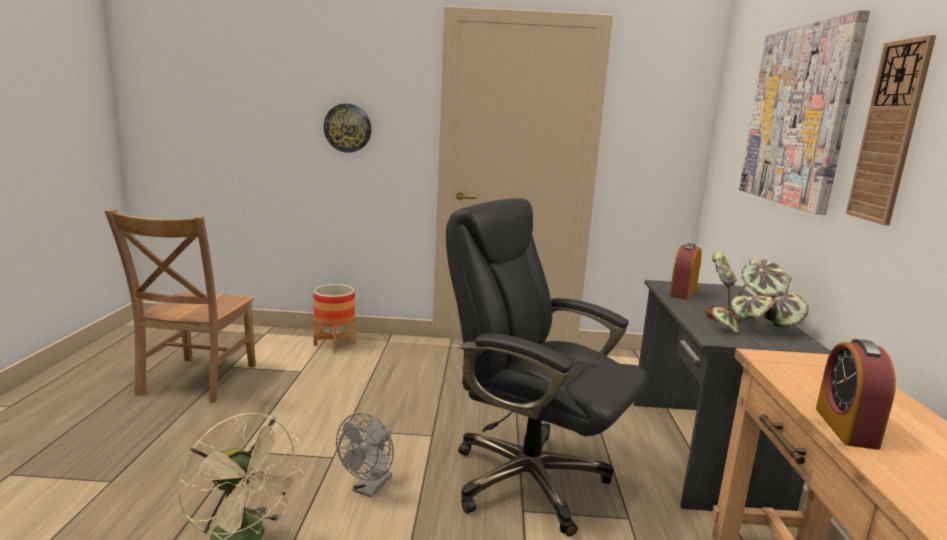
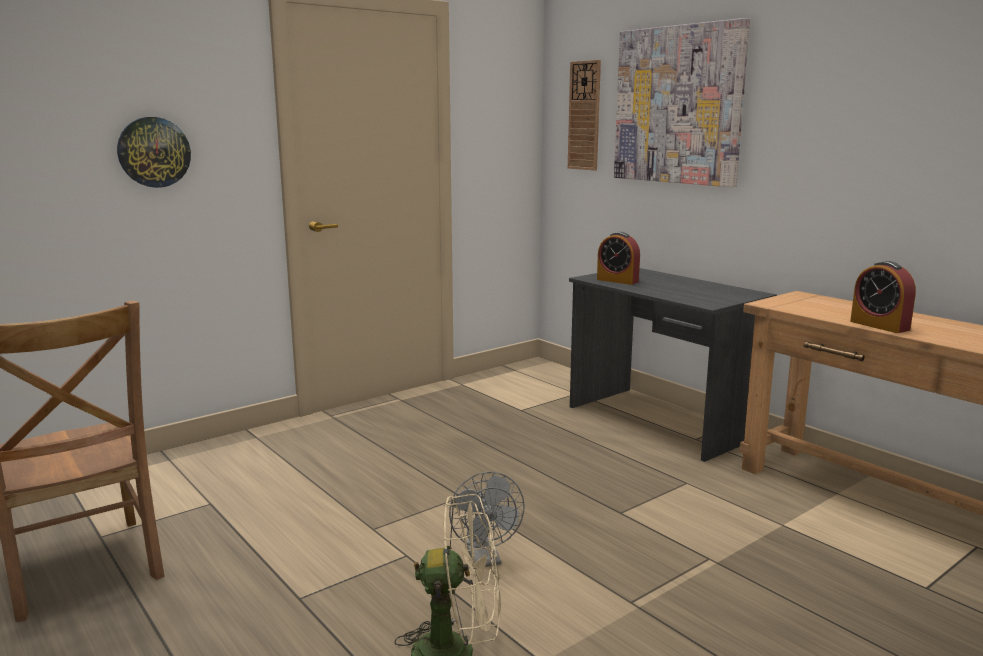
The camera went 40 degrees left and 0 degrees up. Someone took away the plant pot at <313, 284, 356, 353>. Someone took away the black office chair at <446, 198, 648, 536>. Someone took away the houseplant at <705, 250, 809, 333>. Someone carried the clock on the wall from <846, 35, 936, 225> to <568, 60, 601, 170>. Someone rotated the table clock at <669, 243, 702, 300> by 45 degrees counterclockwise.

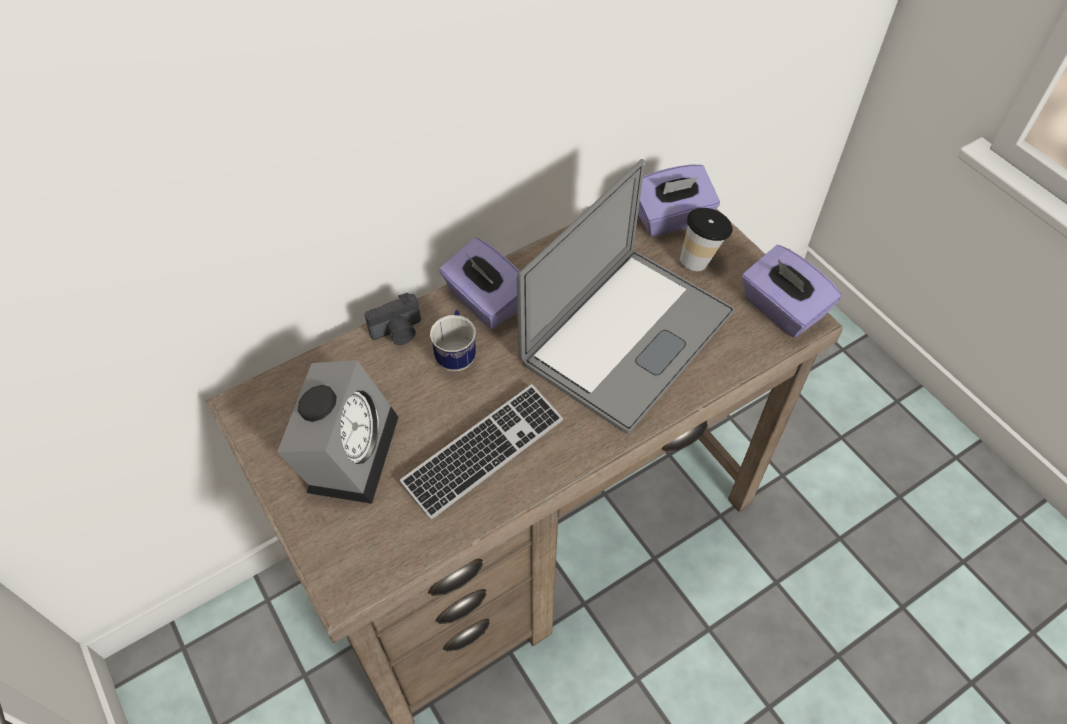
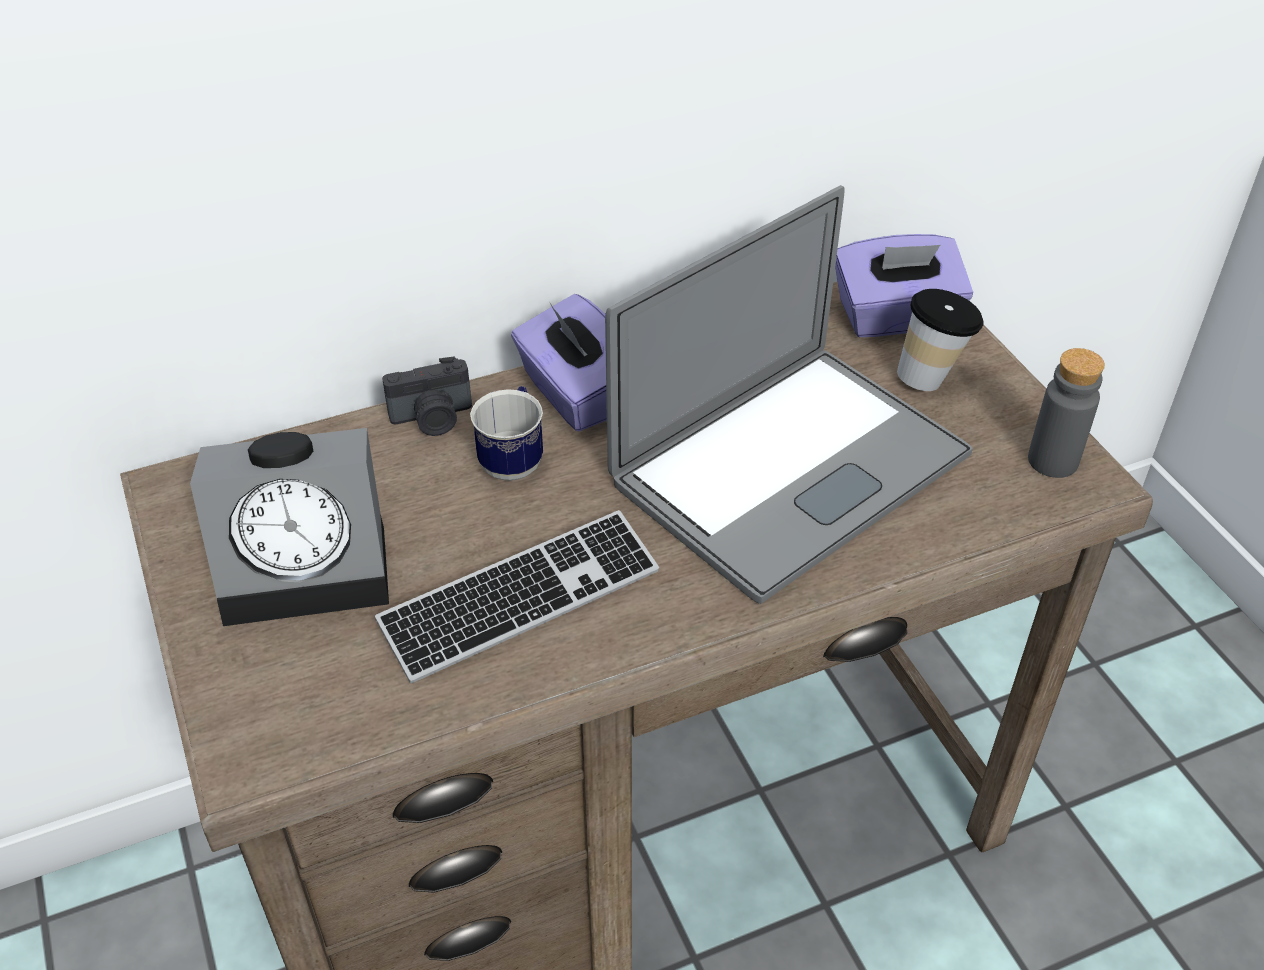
The camera went 10 degrees right and 10 degrees down. Someone swapped the purple-coloured box of tissues at <742, 245, 841, 337> for the greyish beverage bottle at <1028, 348, 1105, 478>. Someone rotated the table clock at <277, 360, 398, 504> by 60 degrees clockwise.

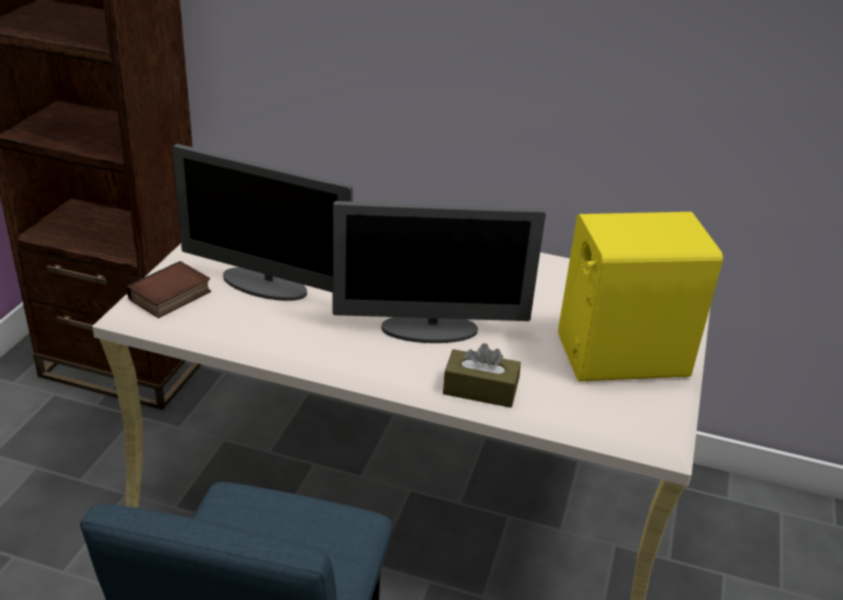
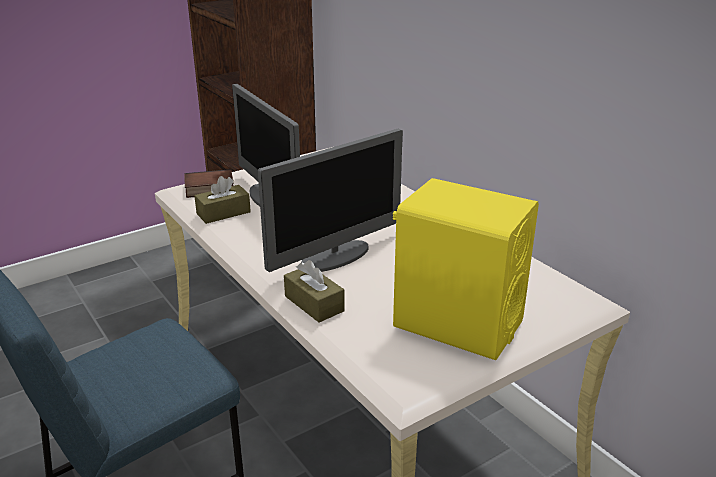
The camera went 40 degrees right and 5 degrees down. Someone put down the brown box of tissues at <194, 176, 251, 224>. Someone rotated the computer screen at <332, 201, 546, 343> by 75 degrees counterclockwise.

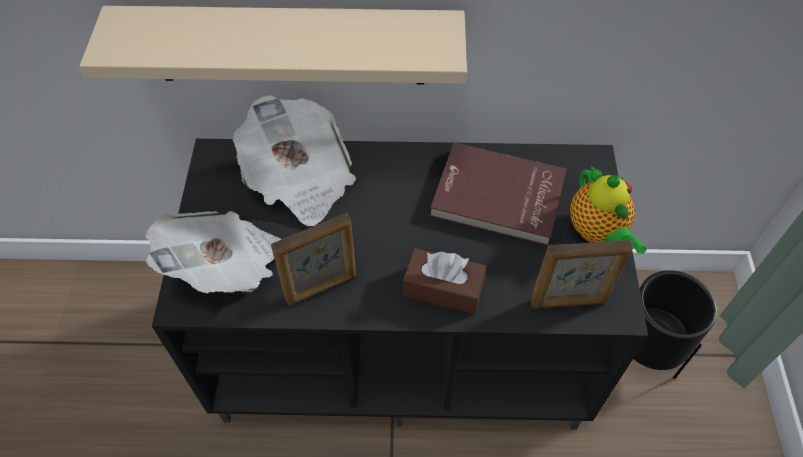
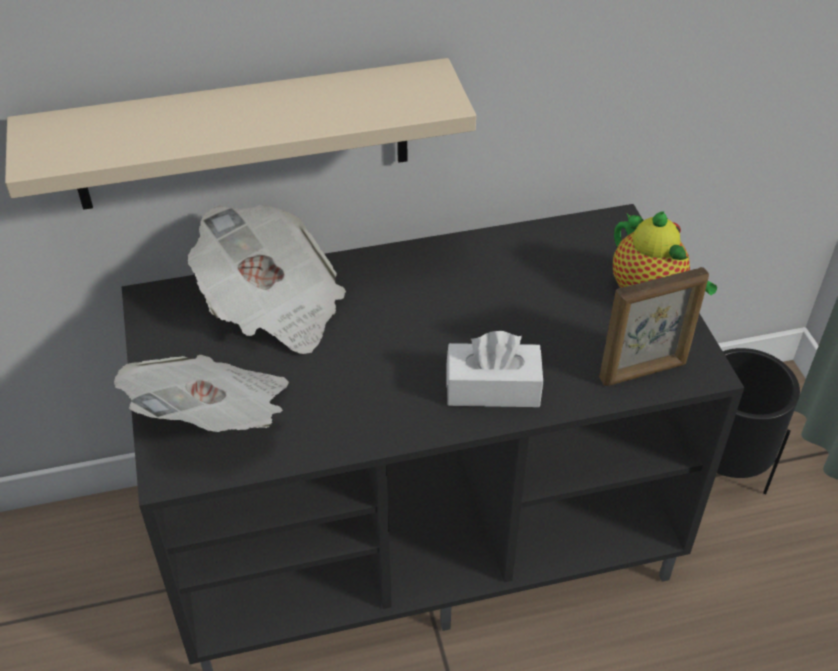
The camera went 15 degrees left and 10 degrees down. Someone took away the standing frame at <271, 213, 356, 306>. Someone took away the reddish bound book at <430, 143, 566, 246>. Someone repainted the brown box of tissues at <403, 248, 486, 314>, which became the white box of tissues at <447, 331, 543, 407>.

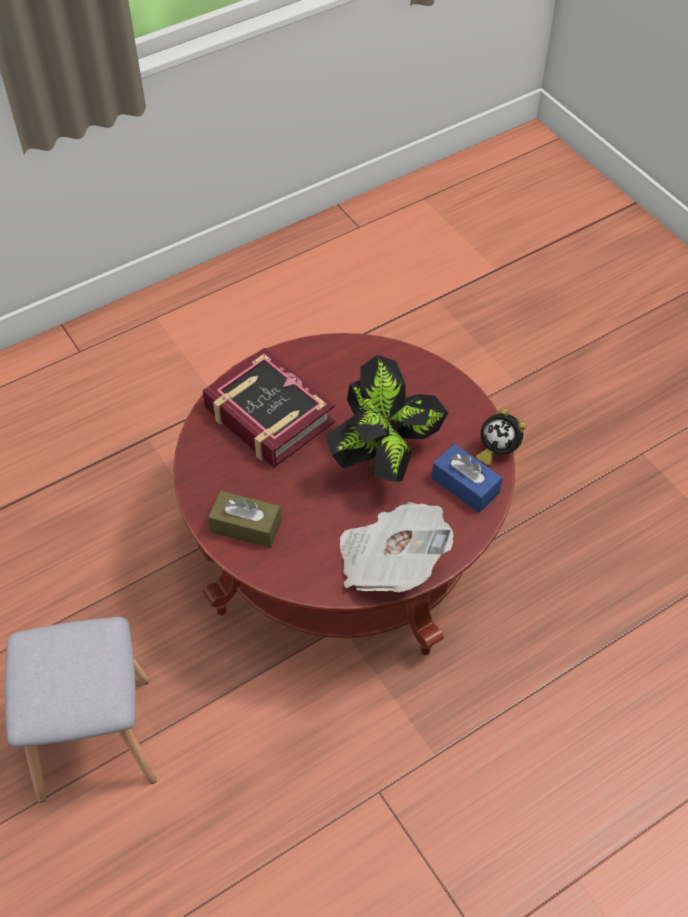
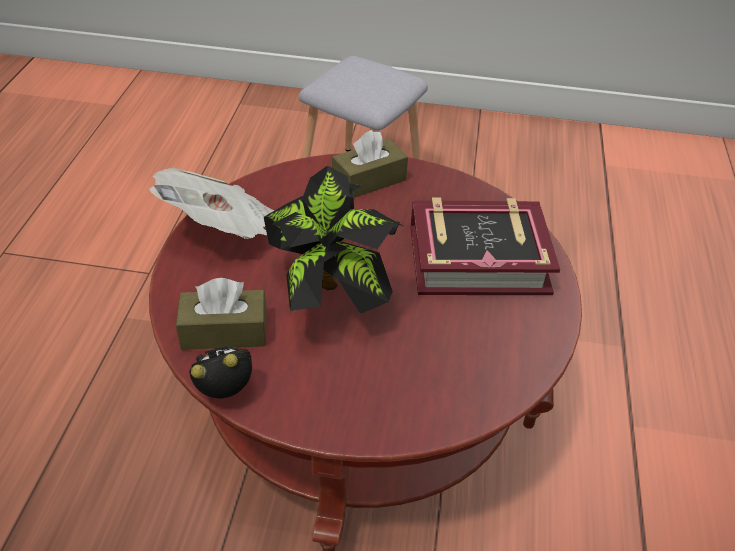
The camera went 130 degrees right and 10 degrees down. Someone repainted the bluish box of tissues at <432, 444, 503, 513>, which became the brown box of tissues at <176, 278, 267, 350>.

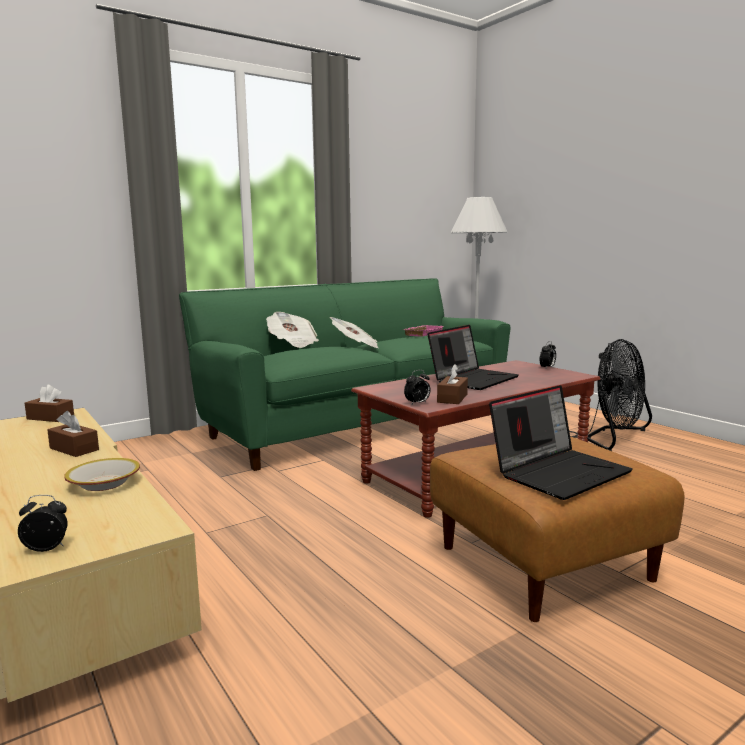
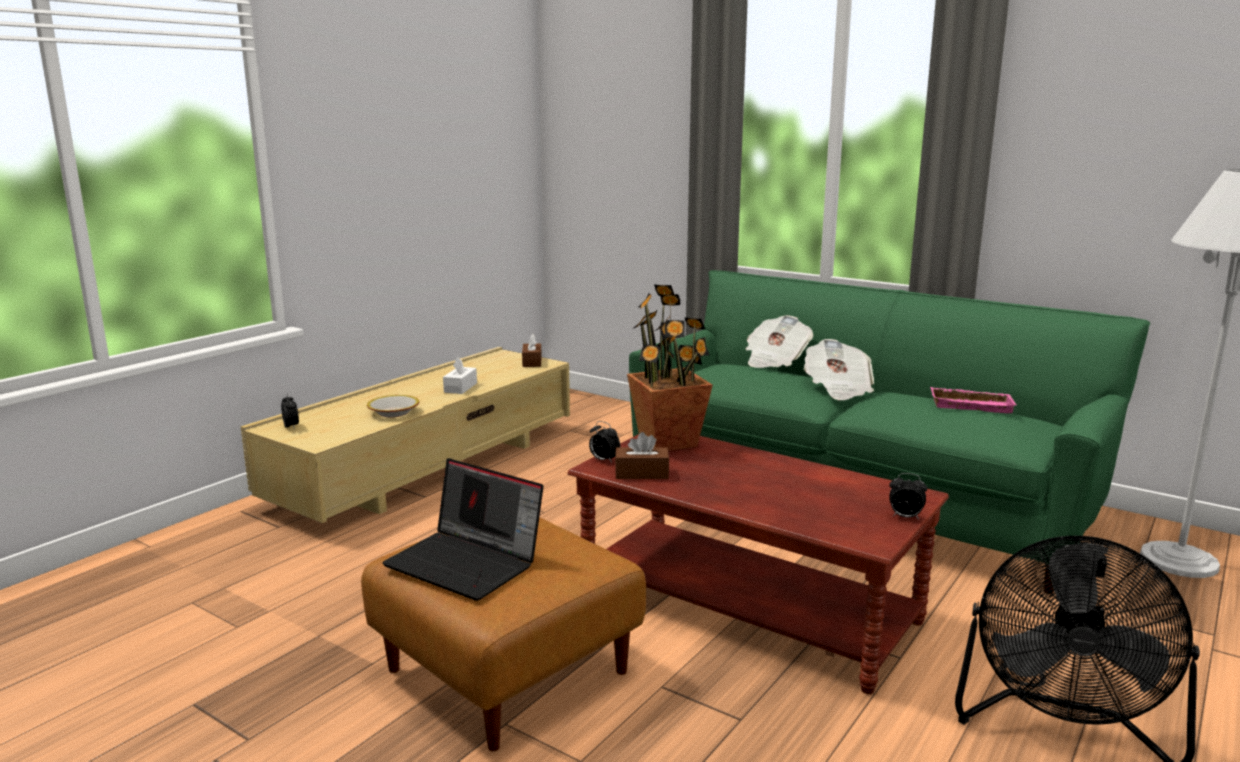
The camera went 70 degrees right and 5 degrees up. Someone took away the portable computer at <428, 325, 519, 390>. Someone put down the houseplant at <627, 284, 713, 451>. Someone repainted the brown box of tissues at <47, 411, 99, 457>, which became the white box of tissues at <443, 357, 477, 394>.

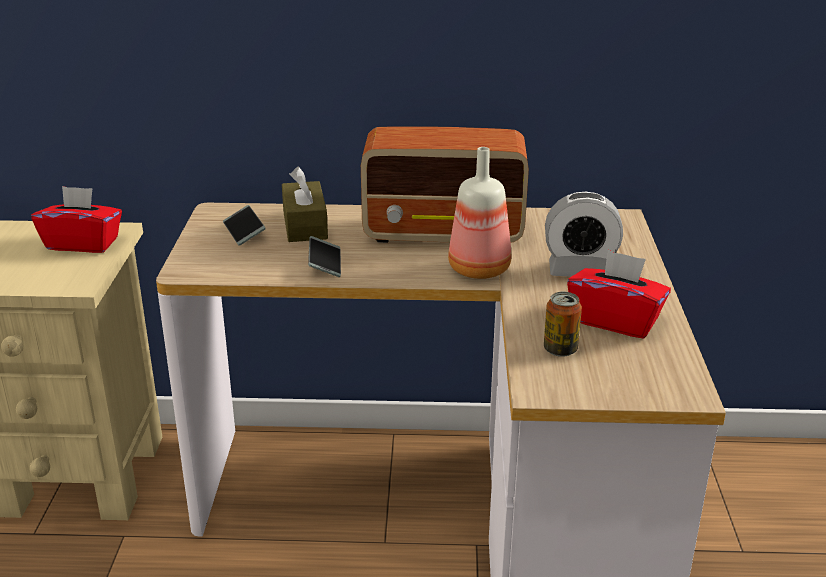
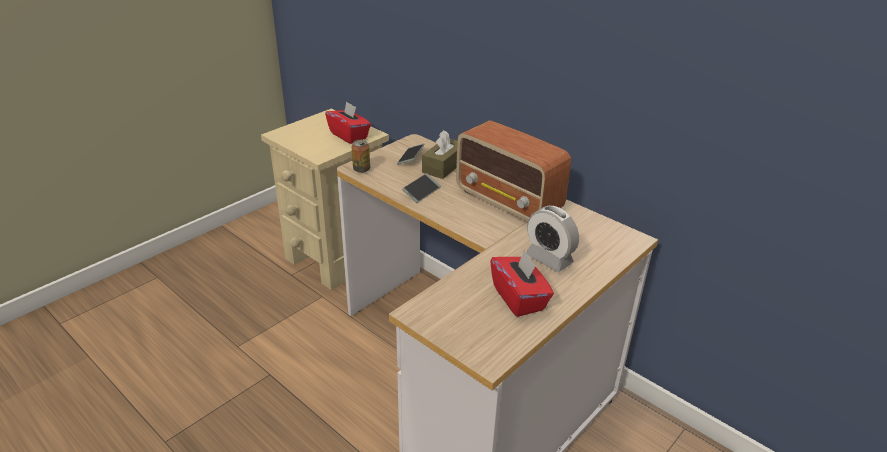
The camera went 40 degrees right and 5 degrees up. Someone took away the beverage bottle at <448, 147, 511, 279>. Someone carried the can from <544, 292, 582, 357> to <352, 140, 370, 173>.

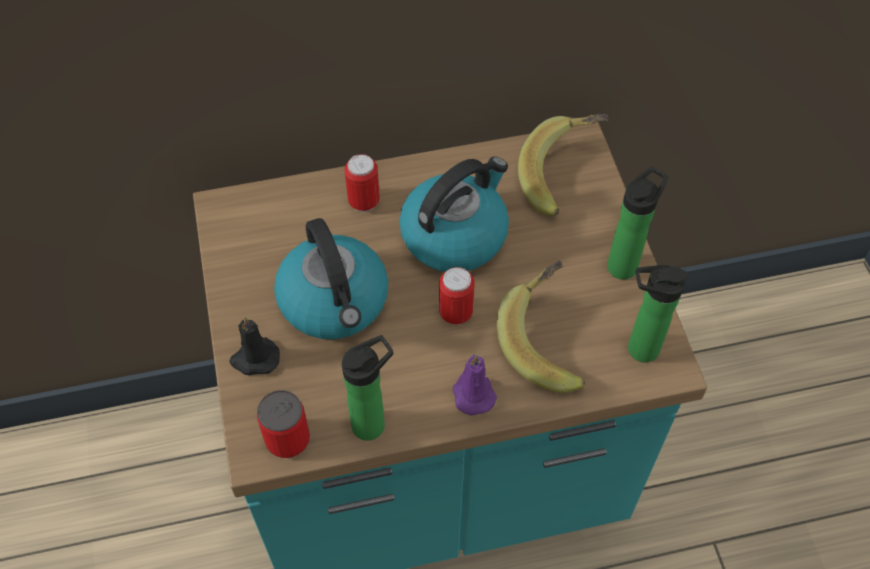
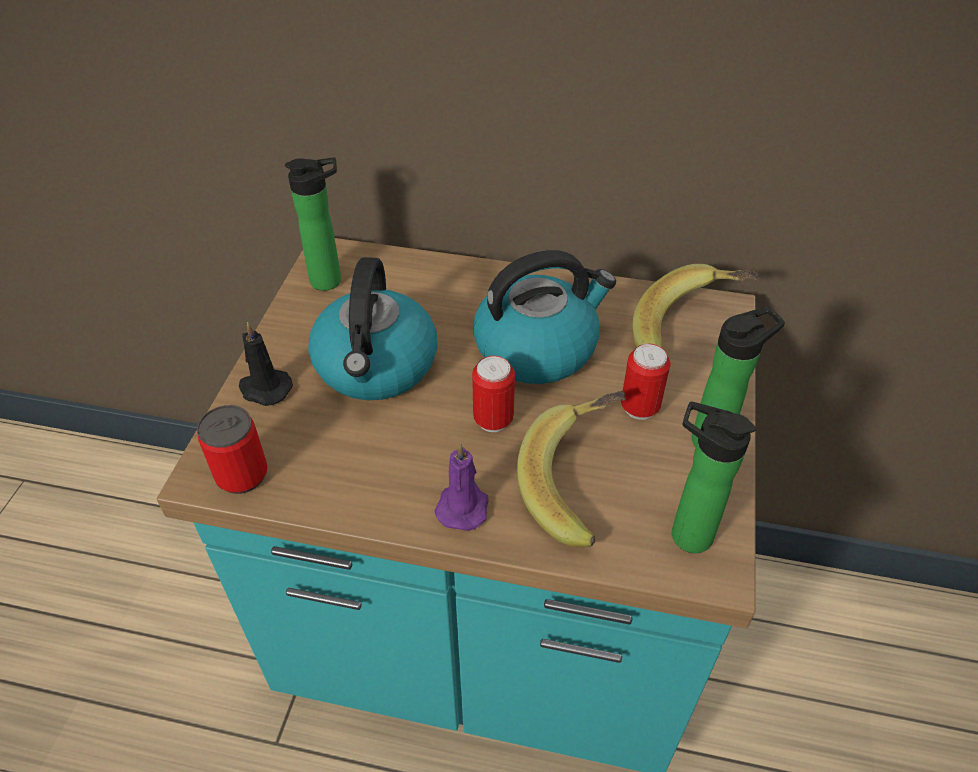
The camera went 25 degrees right and 10 degrees down. Someone carried the beverage bottle from <342, 335, 393, 441> to <285, 158, 341, 291>. Someone carried the can from <344, 154, 380, 212> to <621, 343, 671, 420>.

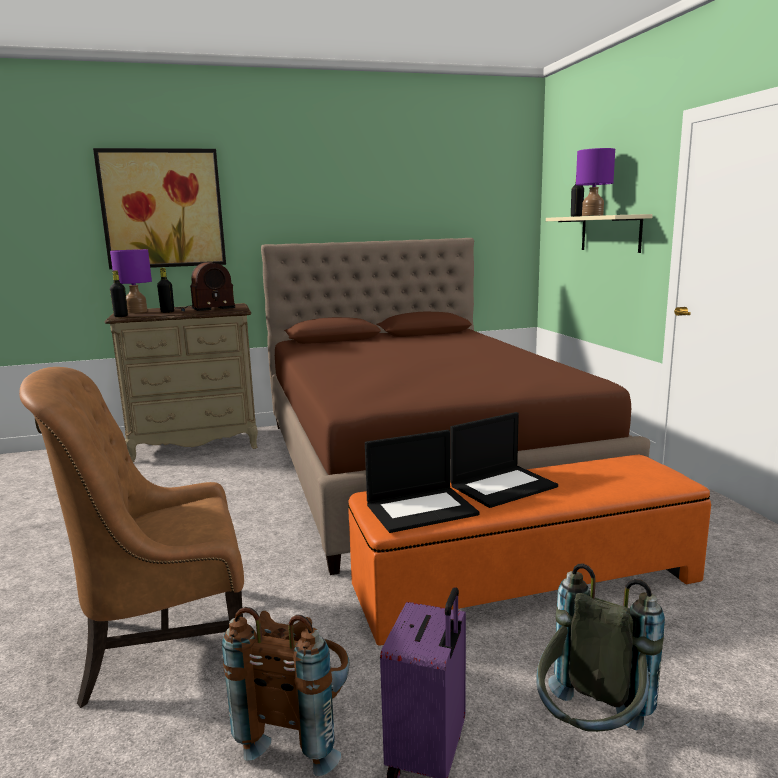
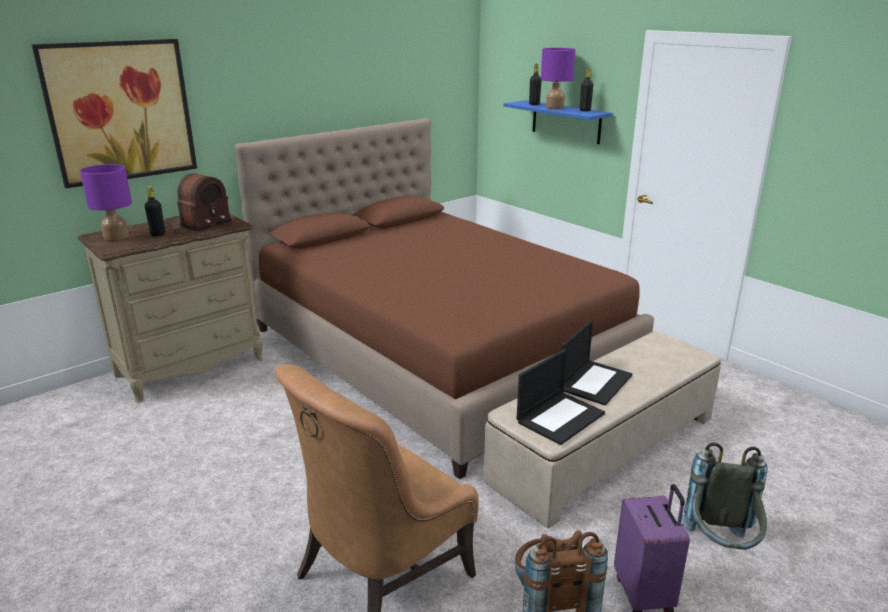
The camera went 25 degrees left and 10 degrees up. Someone carried the black beverage bottle from <110, 270, 128, 317> to <580, 68, 593, 112>. Someone repainted the orange indoor bench at <348, 455, 711, 646>, which became the beige-coloured indoor bench at <484, 332, 721, 528>. Someone repainted the beige-coloured wall shelf at <546, 214, 653, 253>, which became the bluish wall shelf at <503, 100, 613, 144>.

